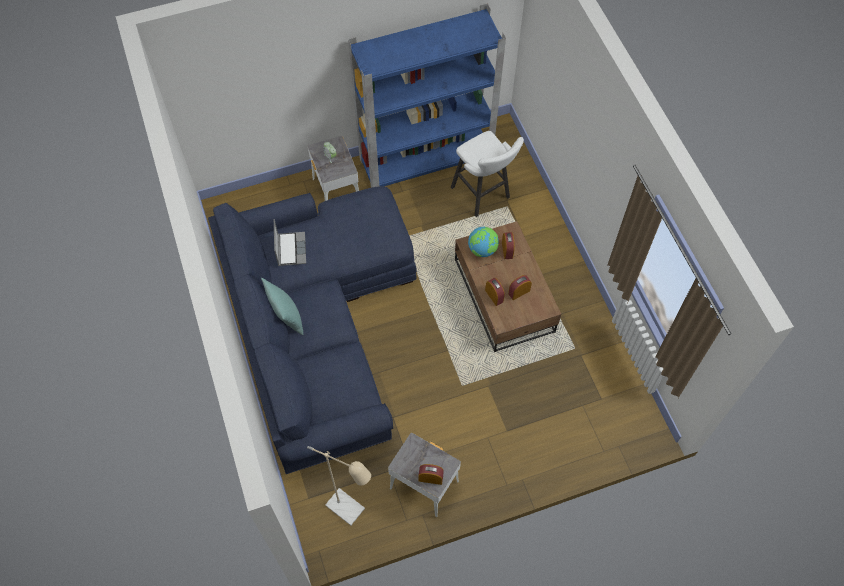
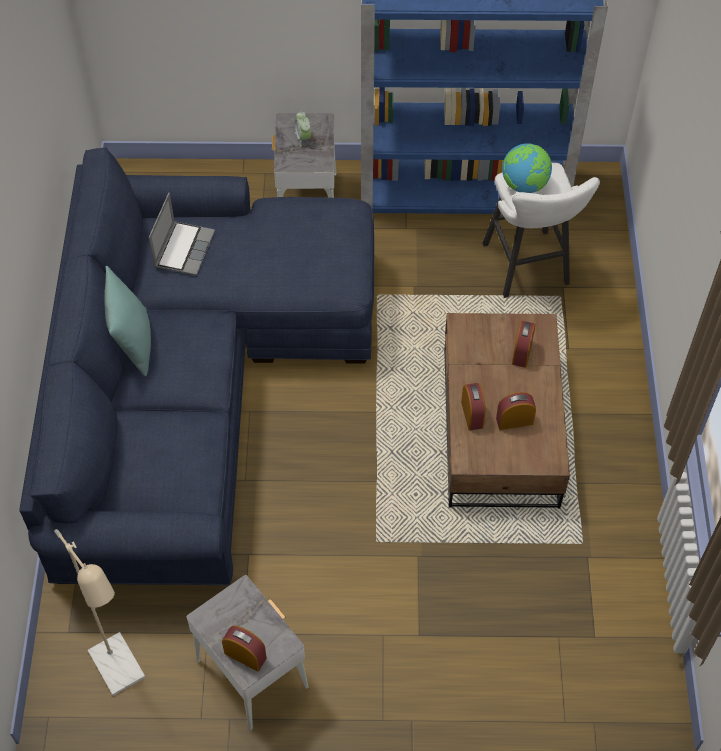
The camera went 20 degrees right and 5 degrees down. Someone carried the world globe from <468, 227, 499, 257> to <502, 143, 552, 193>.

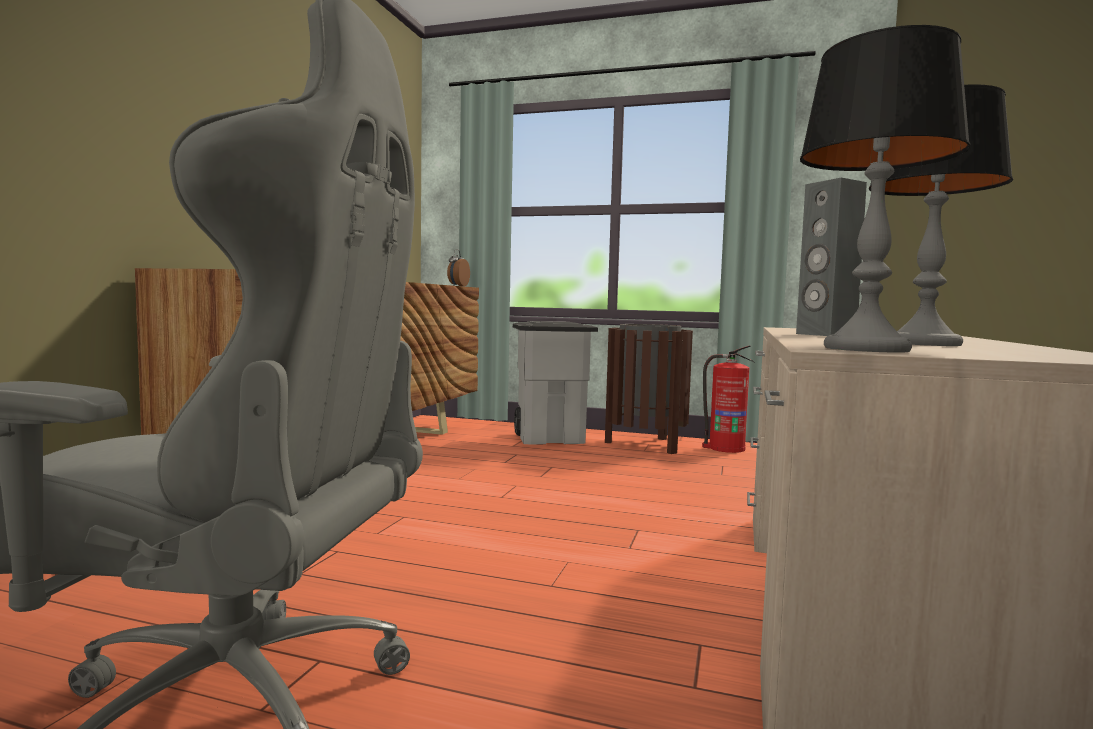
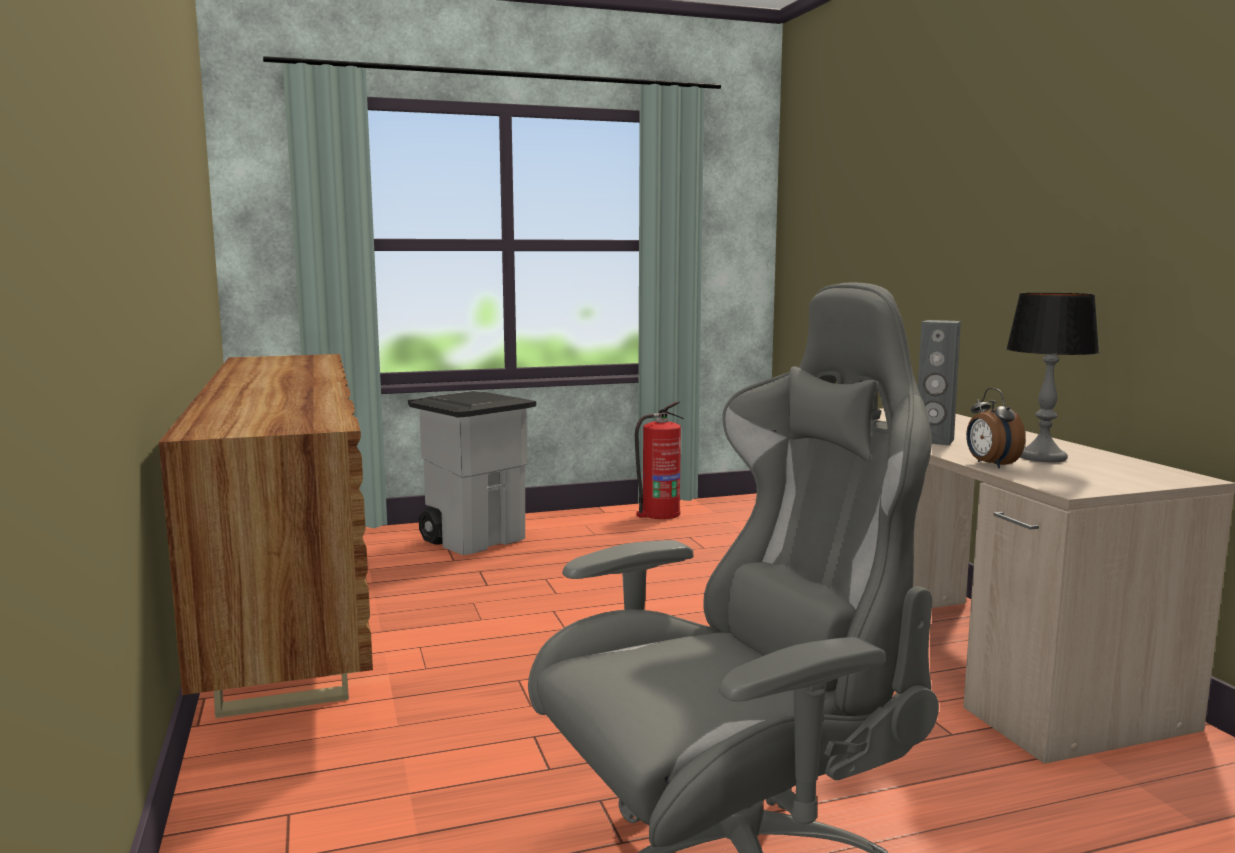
The camera went 35 degrees left and 5 degrees up. Someone took away the brown waste bin at <605, 324, 693, 454>. Someone took away the table lamp at <800, 25, 971, 353>. Someone carried the table clock from <447, 249, 470, 286> to <966, 388, 1025, 468>.

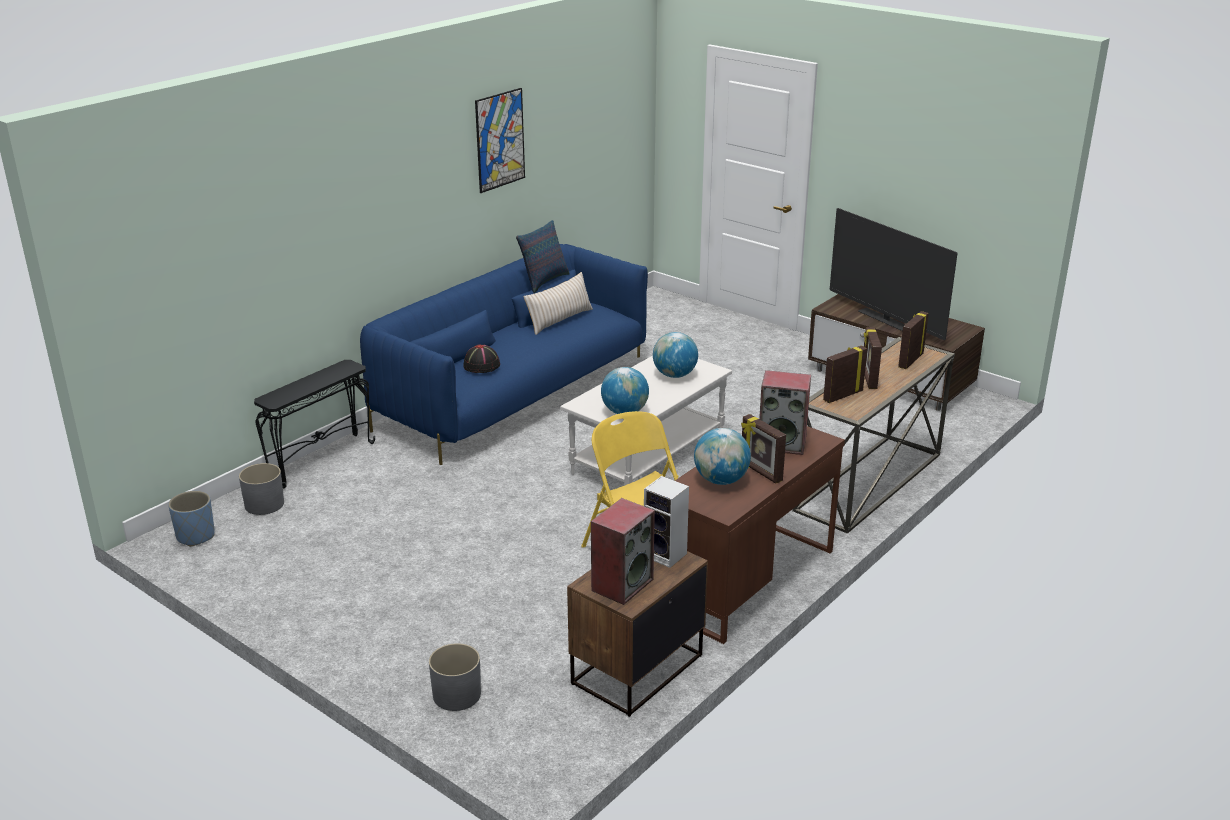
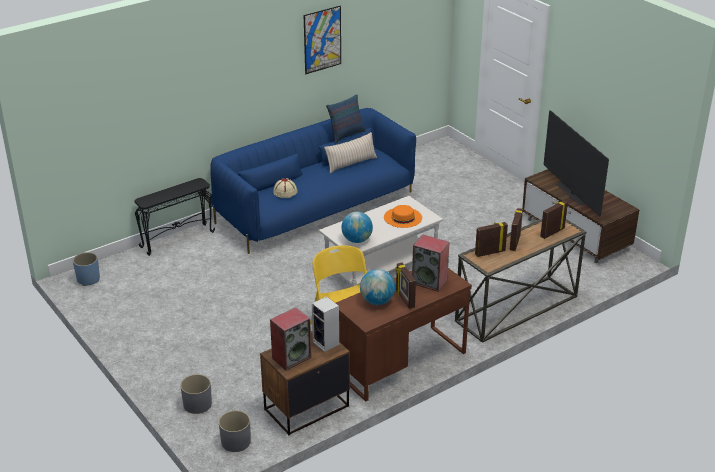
The camera went 15 degrees right and 5 degrees up. Someone carried the greyish plant pot from <239, 463, 284, 515> to <219, 411, 251, 452>. Someone swapped the world globe at <653, 332, 698, 378> for the orange hat at <384, 205, 422, 228>. Someone repainted the black hat at <463, 344, 500, 373>, which became the beige-coloured hat at <273, 178, 298, 198>.

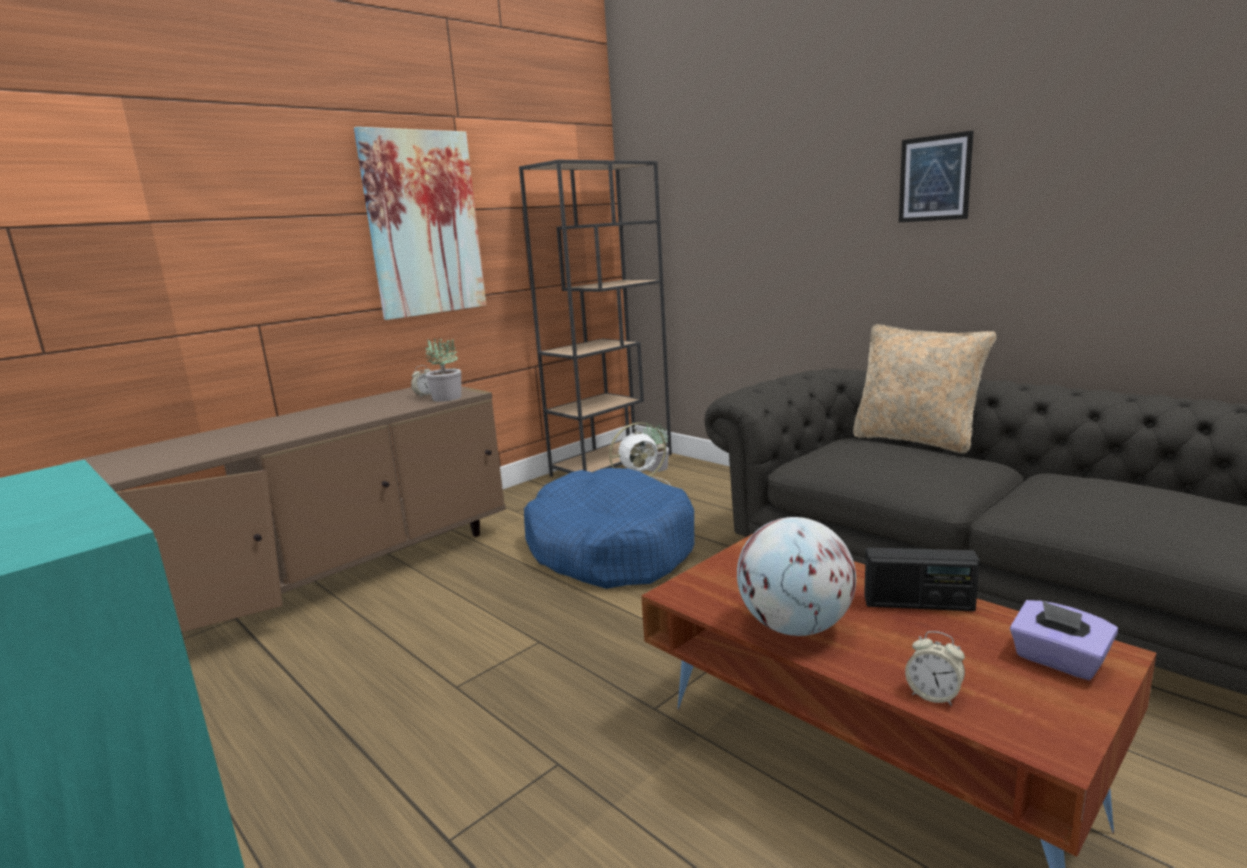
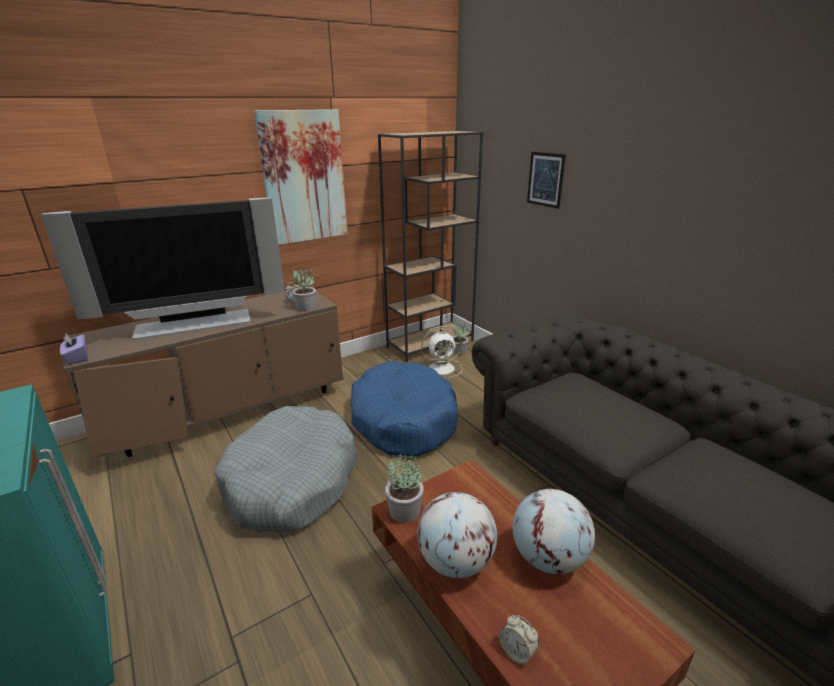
The camera went 10 degrees right and 10 degrees up. Someone took away the beige-coloured pillow at <853, 324, 996, 454>. Someone put down the TV set at <41, 198, 285, 340>. Someone put down the greyish dog bed at <215, 406, 357, 533>. Someone put down the houseplant at <385, 450, 424, 523>. Someone carried the wall picture from <899, 131, 974, 222> to <527, 152, 566, 209>. Someone carried the purple-coloured box of tissues from <1010, 600, 1118, 680> to <60, 334, 88, 365>. Someone swapped the radio set at <864, 547, 980, 611> for the world globe at <513, 489, 595, 574>.

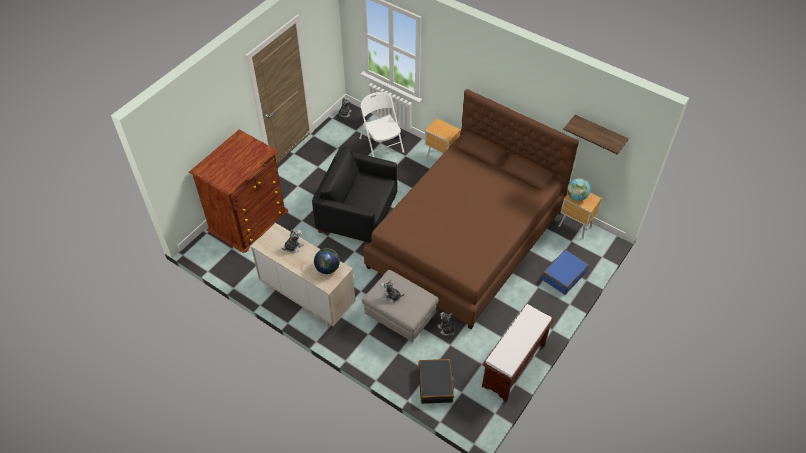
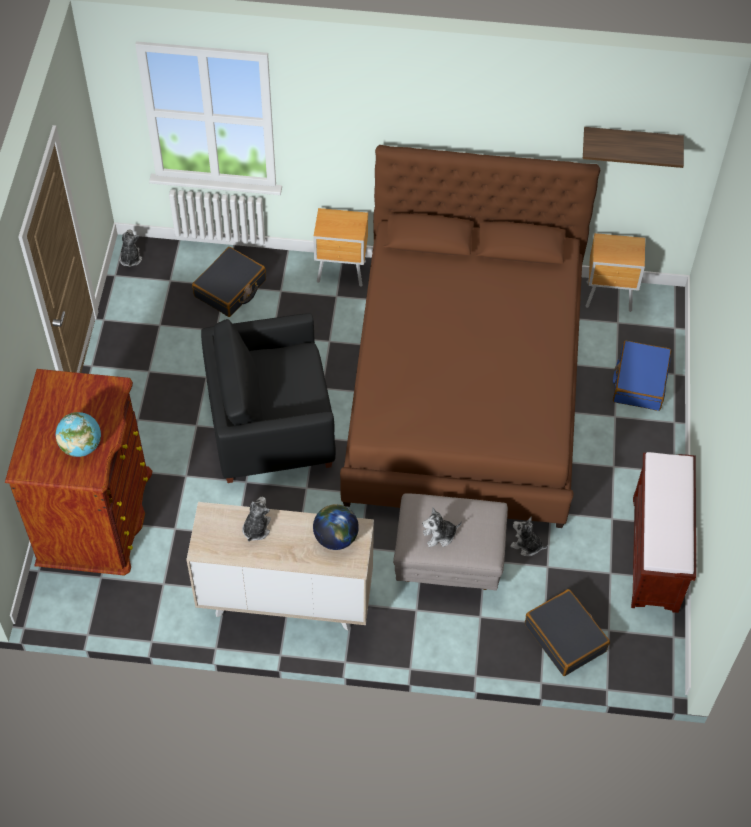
The camera went 30 degrees left and 5 degrees up. Someone carried the world globe from <567, 178, 590, 201> to <56, 412, 101, 457>. Someone swapped the white plain chair at <359, 92, 404, 157> for the black suitcase at <192, 247, 266, 317>.

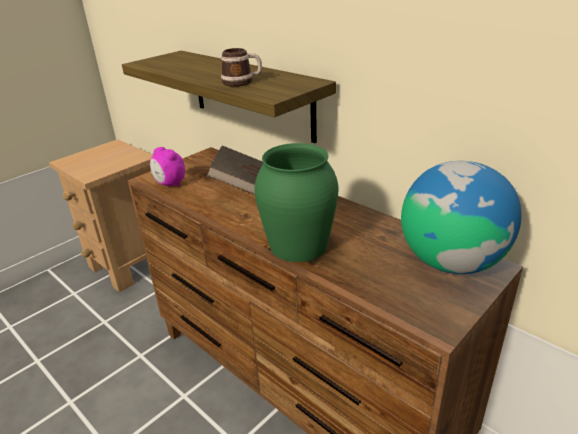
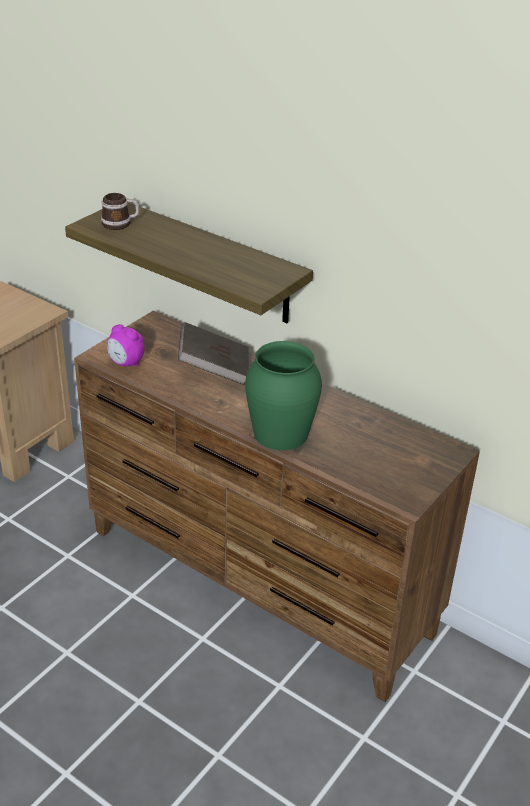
The camera went 10 degrees left and 5 degrees up. Someone took away the world globe at <401, 161, 522, 274>. Someone carried the coffee mug from <221, 48, 262, 87> to <101, 193, 140, 230>.

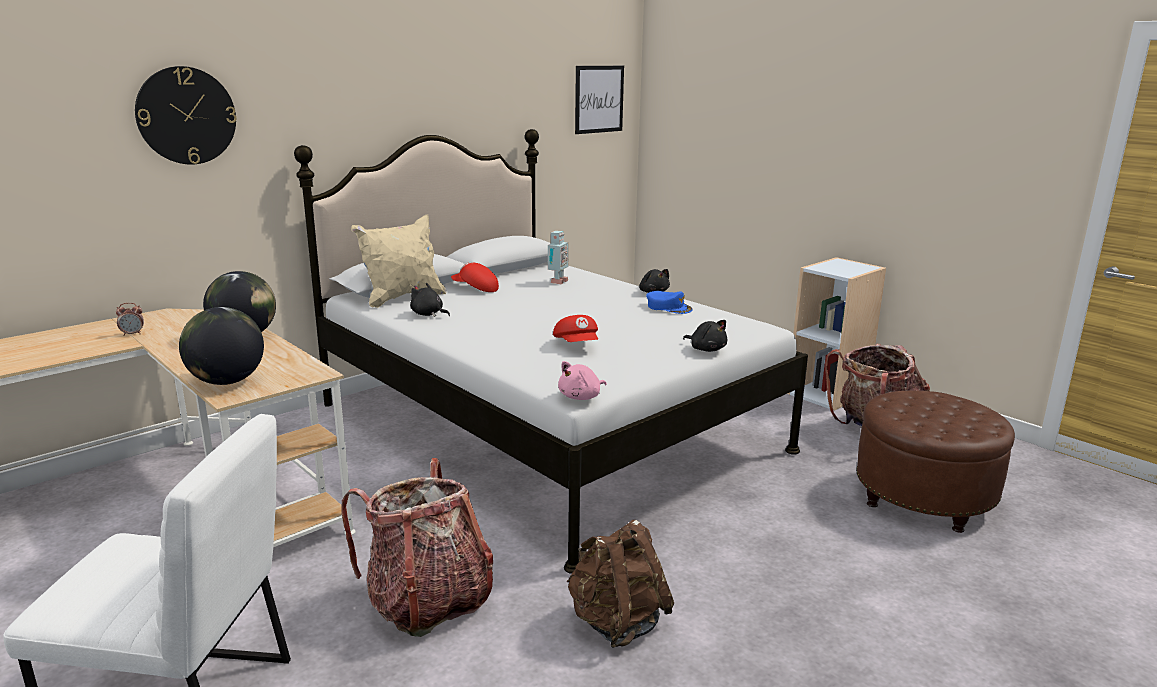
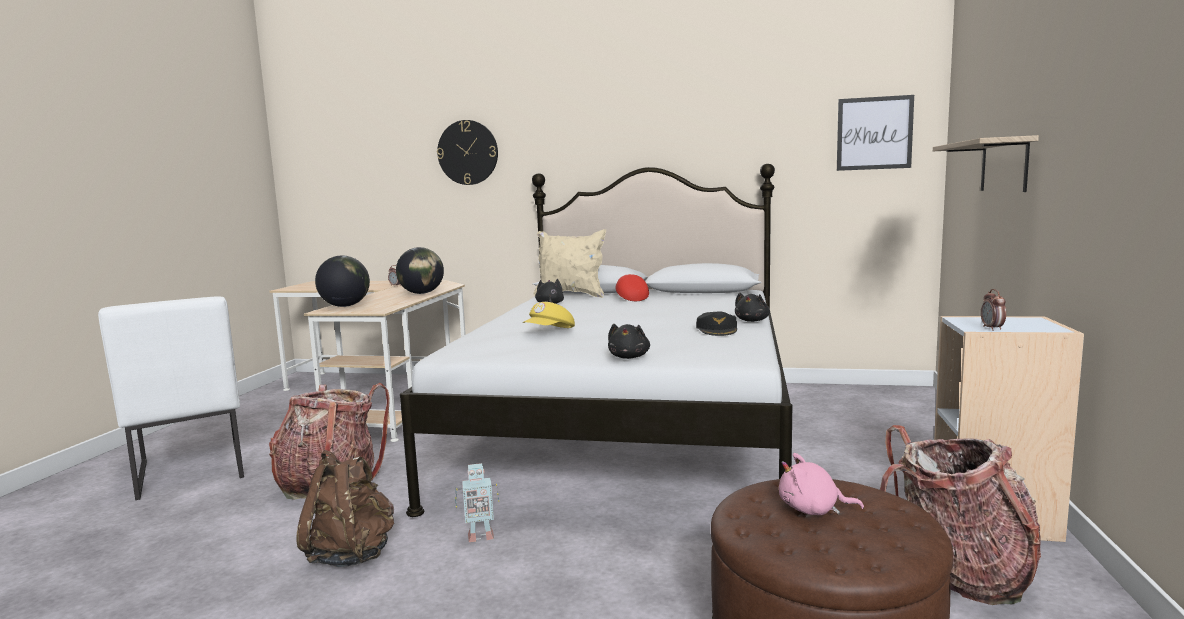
The camera went 55 degrees right and 10 degrees down. Someone put up the wall shelf at <933, 135, 1039, 192>. Someone put down the table clock at <981, 289, 1006, 331>. Someone carried the model robot from <548, 231, 569, 284> to <455, 463, 499, 542>. Someone carried the pink-coloured cuddly toy from <558, 361, 607, 400> to <779, 453, 864, 515>. Someone repainted the reddish peaked cap at <553, 315, 598, 342>, which became the yellowish peaked cap at <523, 302, 575, 328>. Someone repainted the bluish peaked cap at <646, 291, 692, 314>, which became the black peaked cap at <696, 311, 737, 336>.

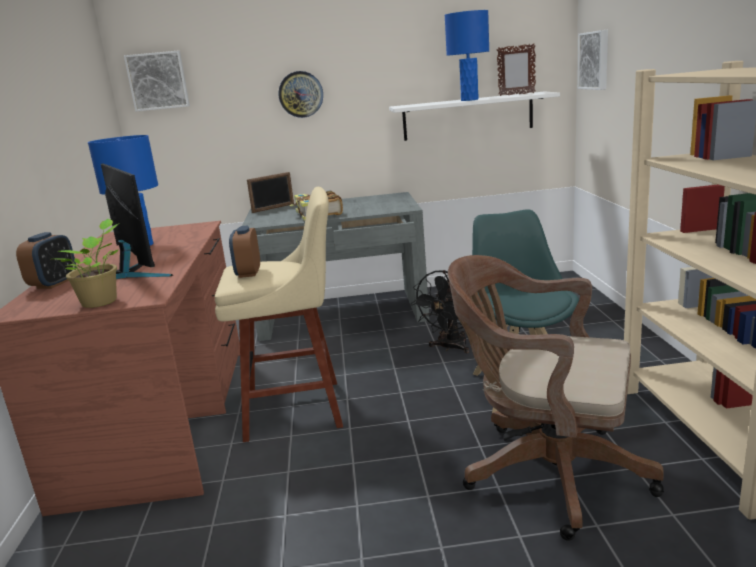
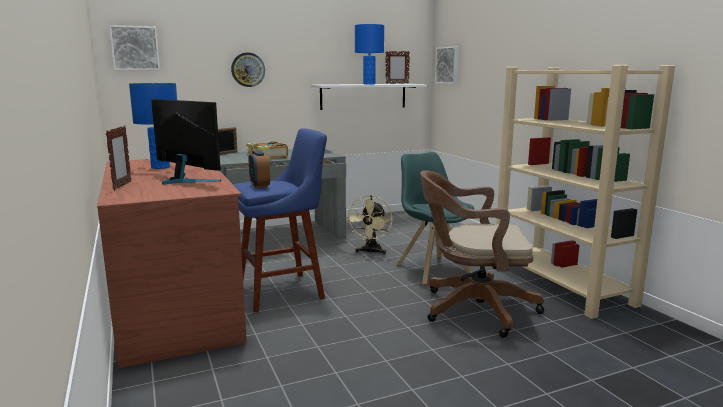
The camera went 20 degrees left and 5 degrees down. Someone took away the houseplant at <58, 219, 120, 308>. Someone swapped the table clock at <16, 232, 76, 289> for the standing frame at <106, 125, 132, 190>. Someone repainted the beige-coloured stool at <215, 187, 343, 442>, which became the bluish stool at <233, 128, 327, 313>. Someone repainted the black electric fan at <411, 270, 469, 353>, which became the beige-coloured electric fan at <346, 195, 393, 255>.

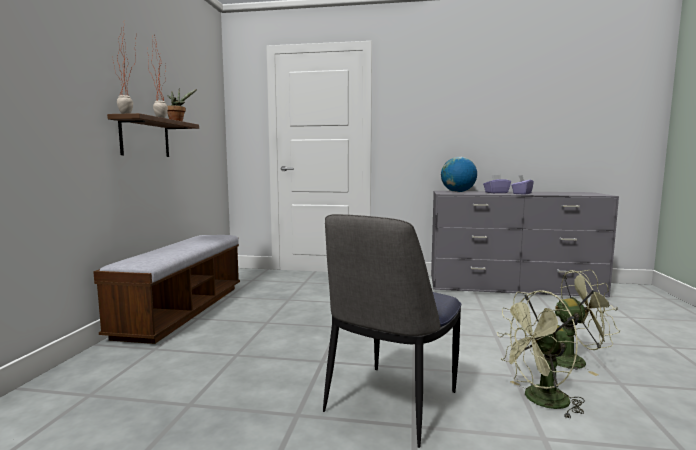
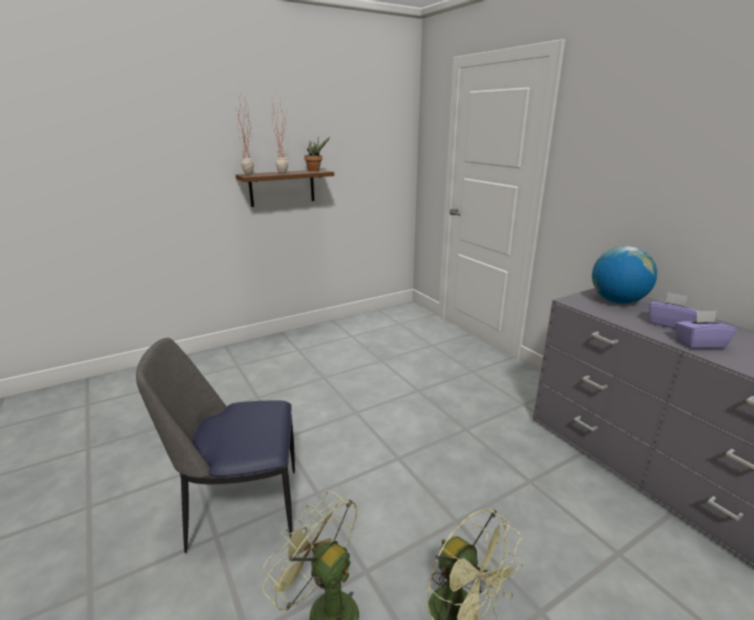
The camera went 50 degrees right and 15 degrees up. Someone took away the indoor bench at <93, 235, 240, 344>.

